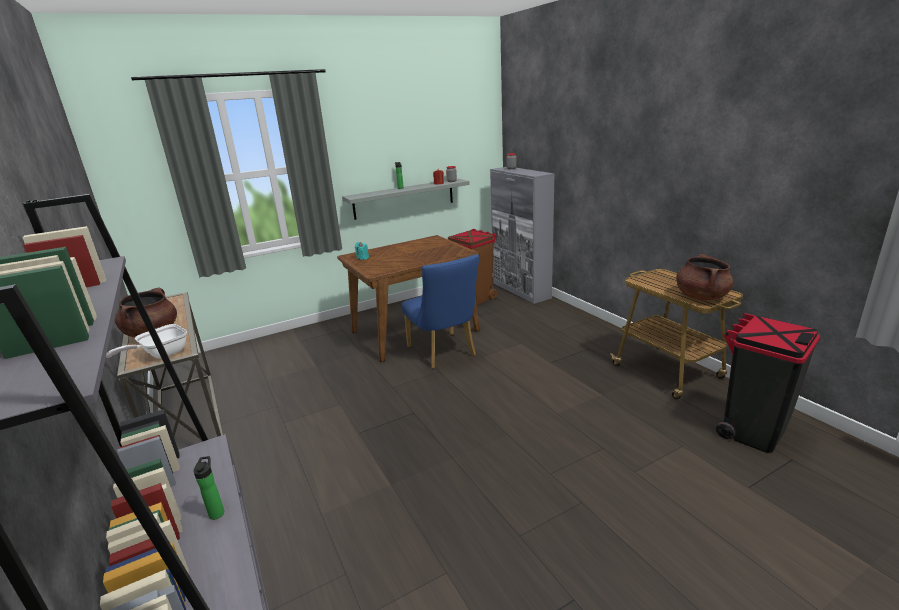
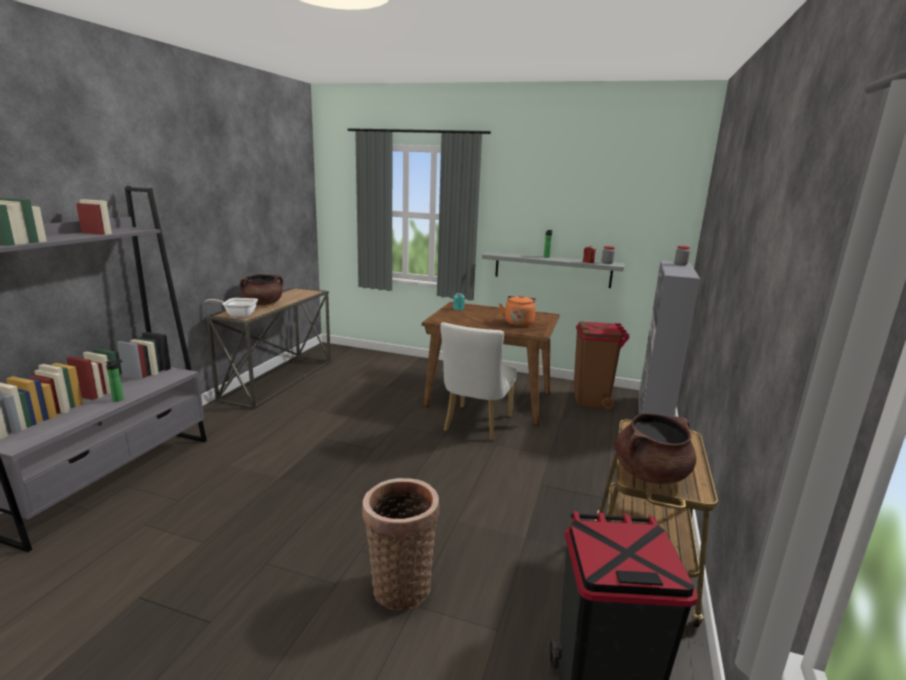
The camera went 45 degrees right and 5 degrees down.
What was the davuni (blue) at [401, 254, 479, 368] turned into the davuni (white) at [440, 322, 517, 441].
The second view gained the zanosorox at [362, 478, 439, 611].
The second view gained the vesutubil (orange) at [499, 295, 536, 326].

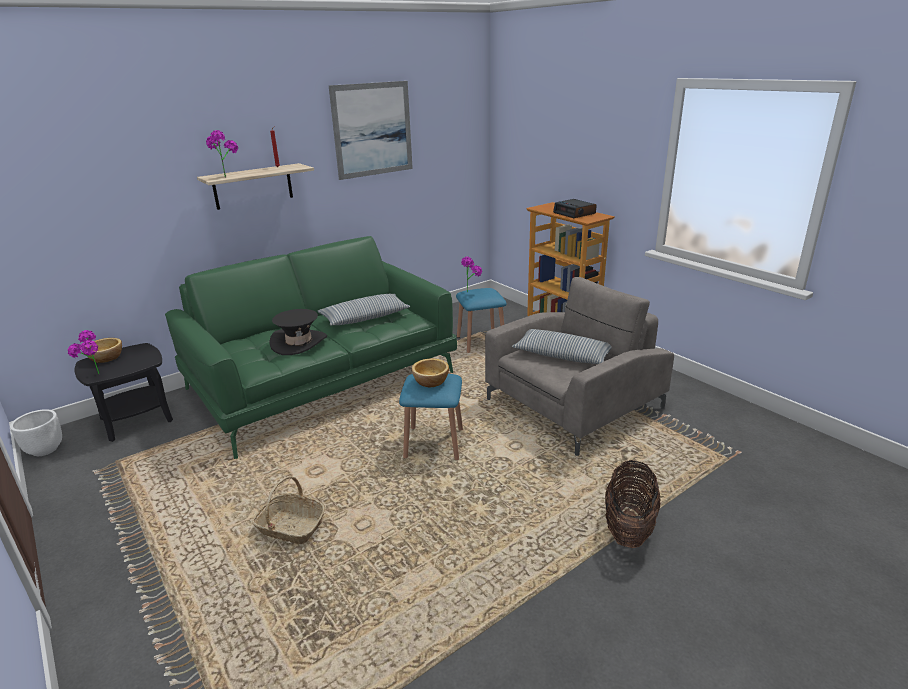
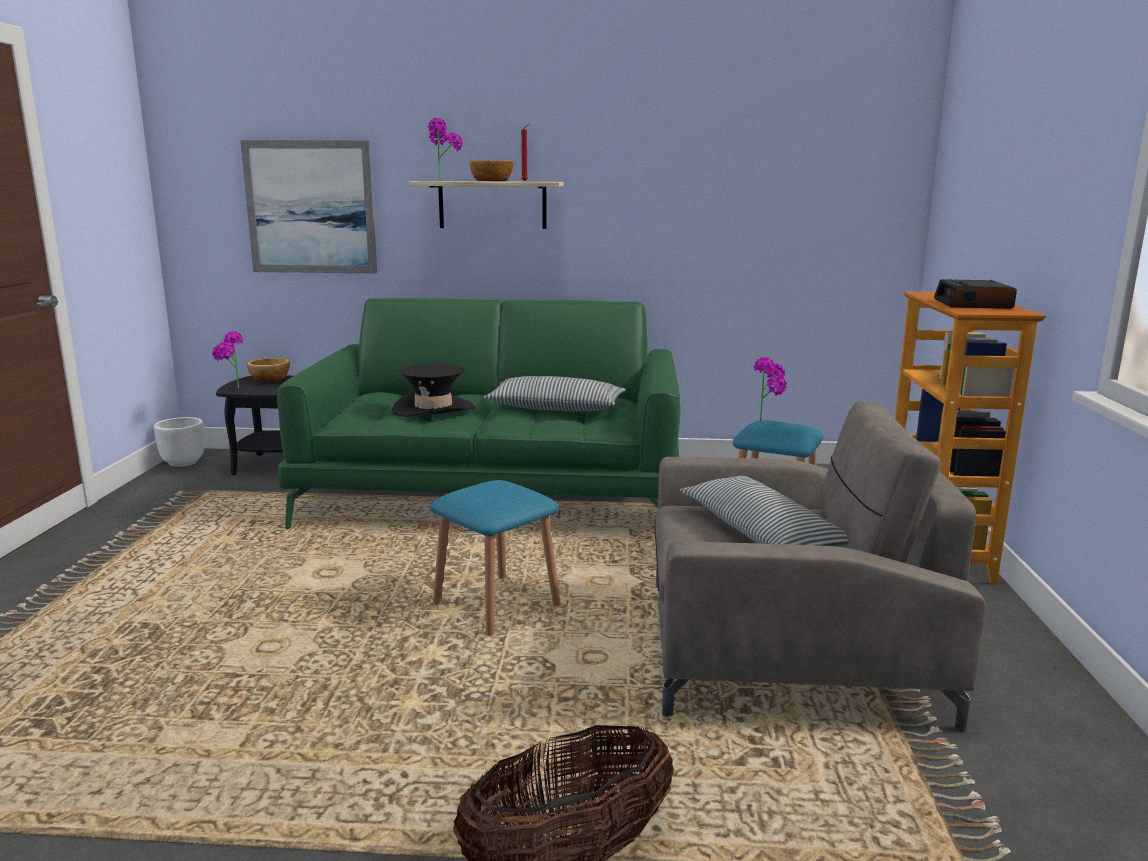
The camera went 40 degrees right and 10 degrees down.
The second view lost the zanosorox at [252, 476, 325, 544].
The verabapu ended up elsewhere, having gone from [329, 81, 413, 180] to [240, 140, 377, 273].
The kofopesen ended up elsewhere, having gone from [412, 359, 449, 387] to [469, 160, 514, 181].

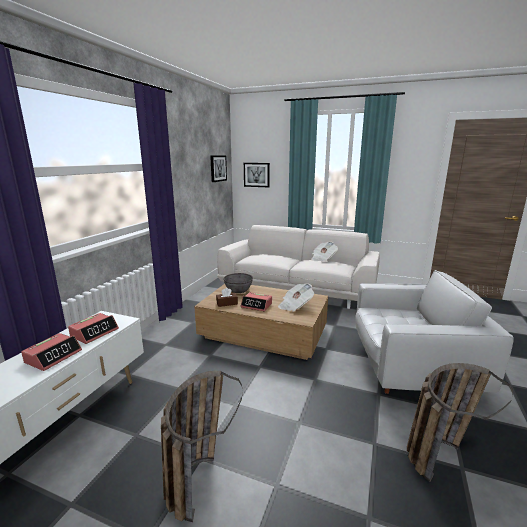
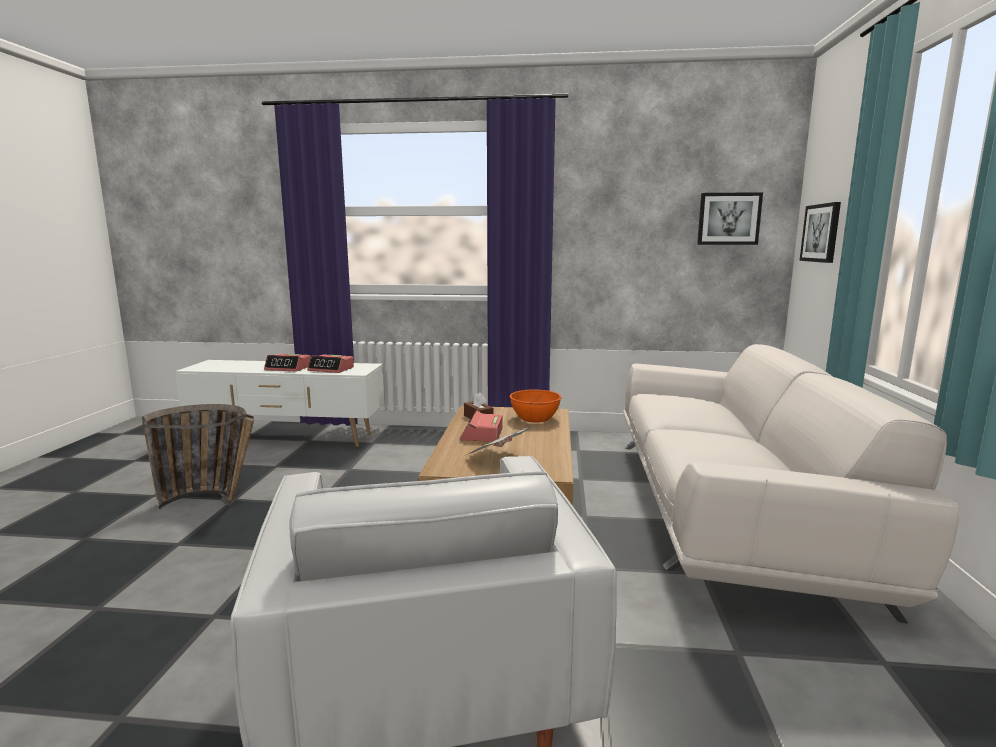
The camera went 75 degrees right and 5 degrees down.
What was the kofopesen (grey) at [223, 273, 253, 293] turned into the kofopesen (orange) at [510, 389, 562, 423].
The second view lost the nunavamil at [311, 242, 338, 261].
The second view lost the zanosorox at [407, 363, 513, 482].

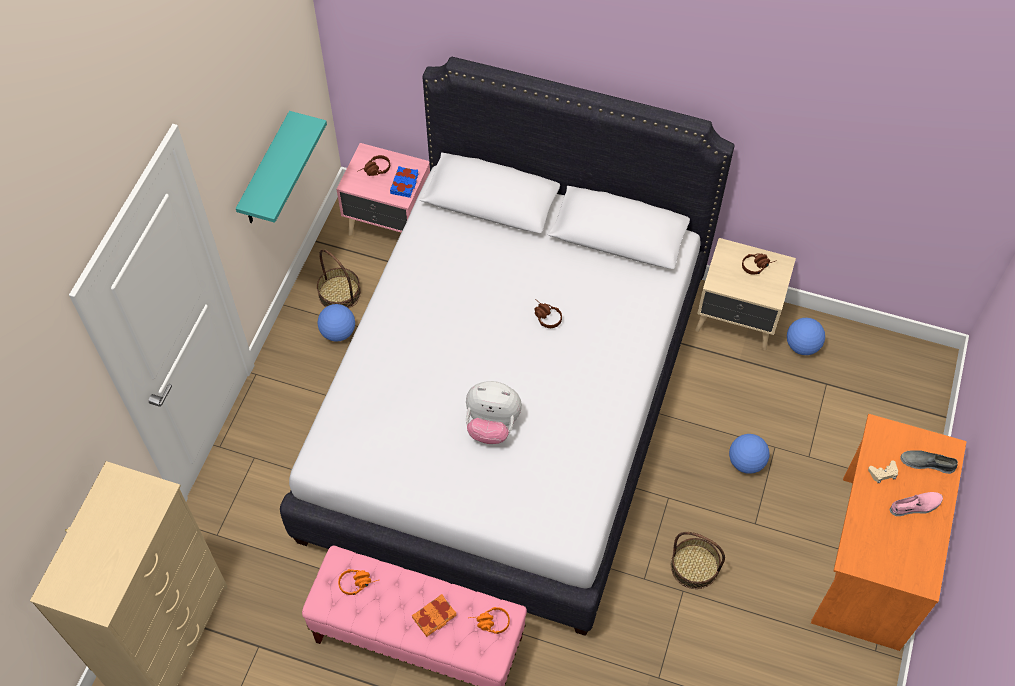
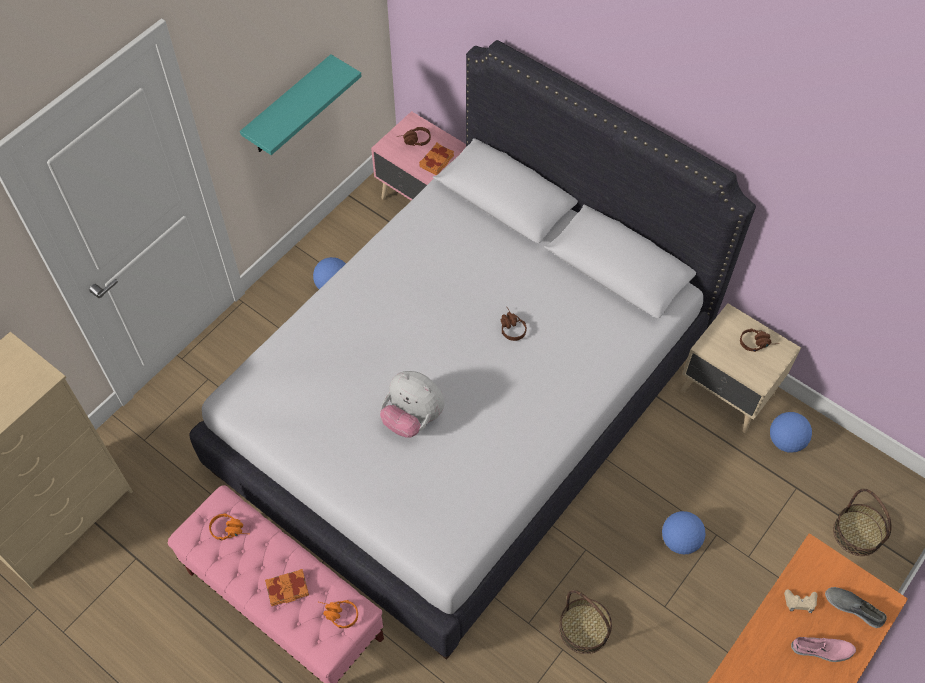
The camera went 20 degrees right and 0 degrees up.
The zanosorox ended up elsewhere, having gone from [317, 249, 361, 308] to [833, 488, 892, 556].
What was the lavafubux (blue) at [390, 166, 419, 198] turned into the lavafubux (orange) at [419, 143, 454, 175].

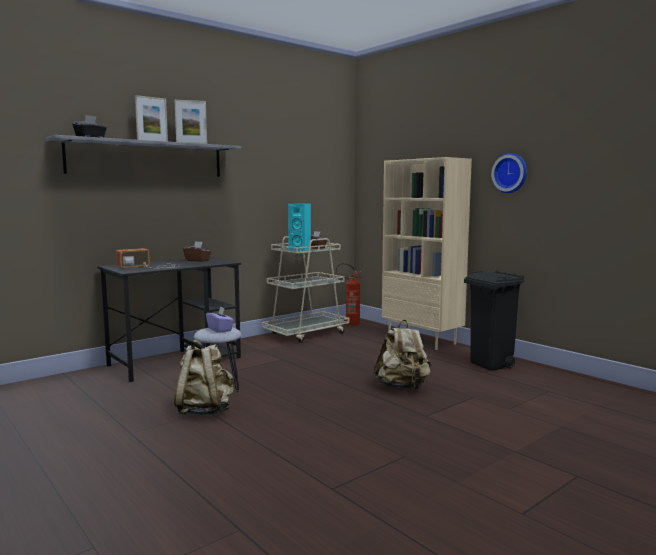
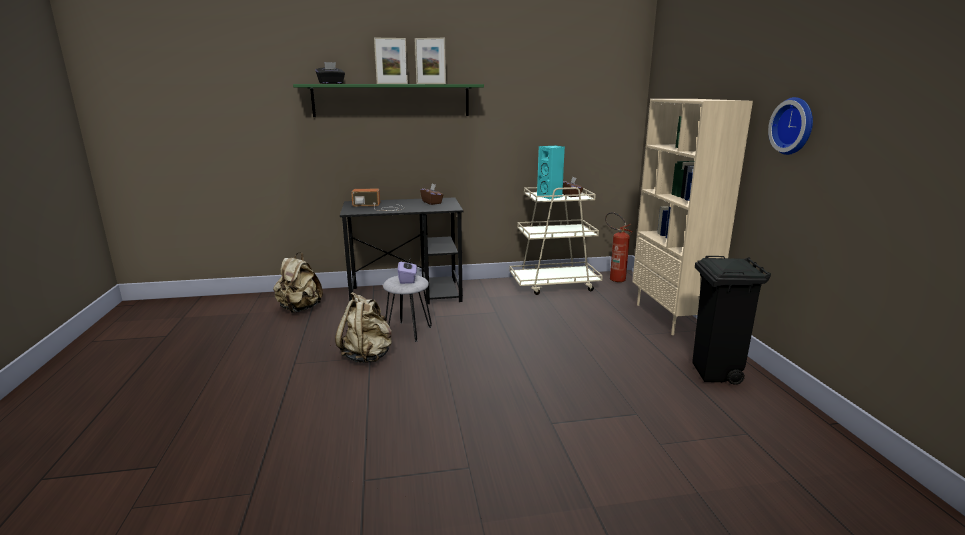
The camera went 30 degrees right and 10 degrees up.
What was the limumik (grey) at [47, 135, 241, 177] turned into the limumik (green) at [293, 84, 484, 117].
The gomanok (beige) ended up elsewhere, having gone from [373, 320, 431, 390] to [273, 252, 323, 313].

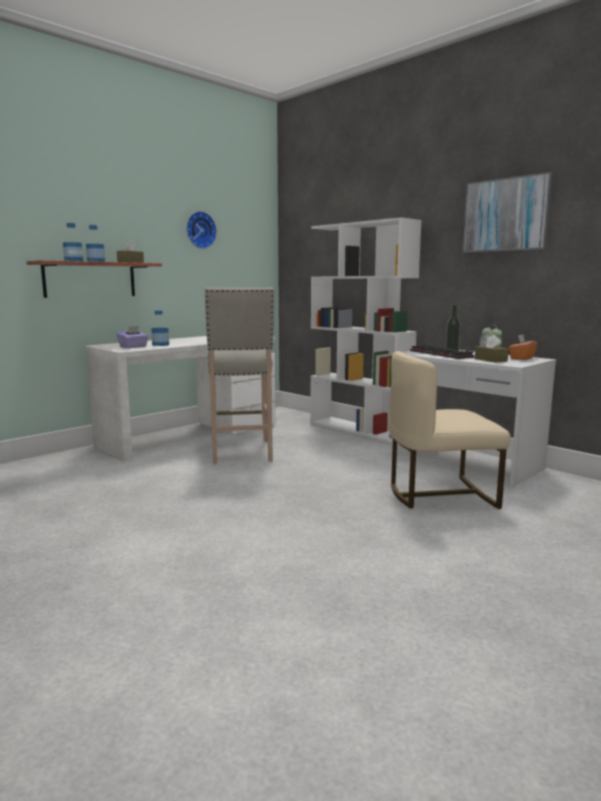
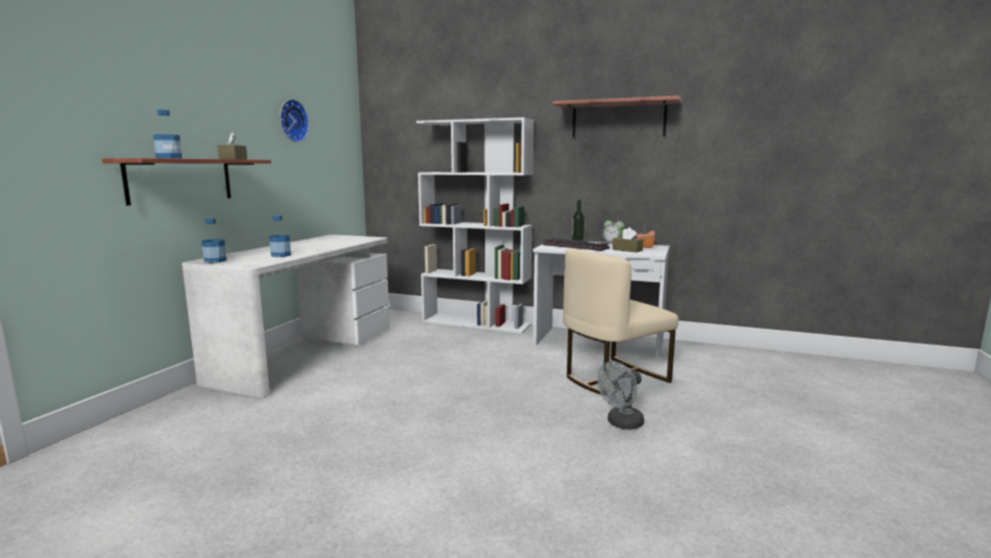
The camera went 25 degrees left and 0 degrees up.
The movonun ended up elsewhere, having gone from [86, 225, 105, 262] to [201, 218, 227, 263].
The second view lost the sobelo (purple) at [117, 326, 149, 348].
The second view lost the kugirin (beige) at [205, 287, 274, 464].
Where the verabapu hung at [463, 172, 553, 252], the limumik came to hang at [553, 96, 681, 138].
The second view gained the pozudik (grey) at [597, 361, 644, 429].

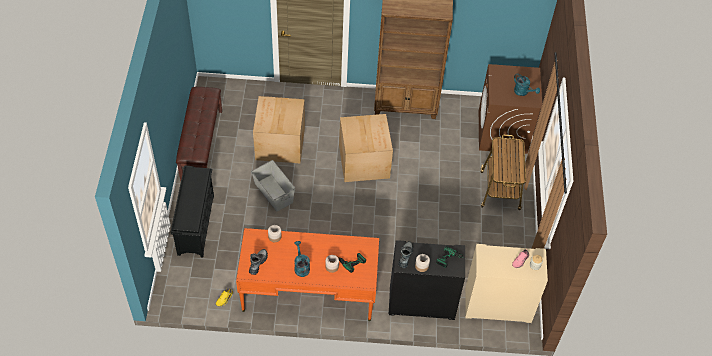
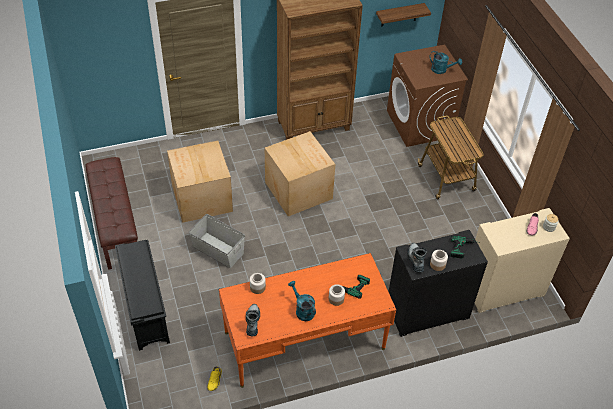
The camera went 20 degrees left and 5 degrees down.
The second view gained the limumik at [376, 3, 431, 26].

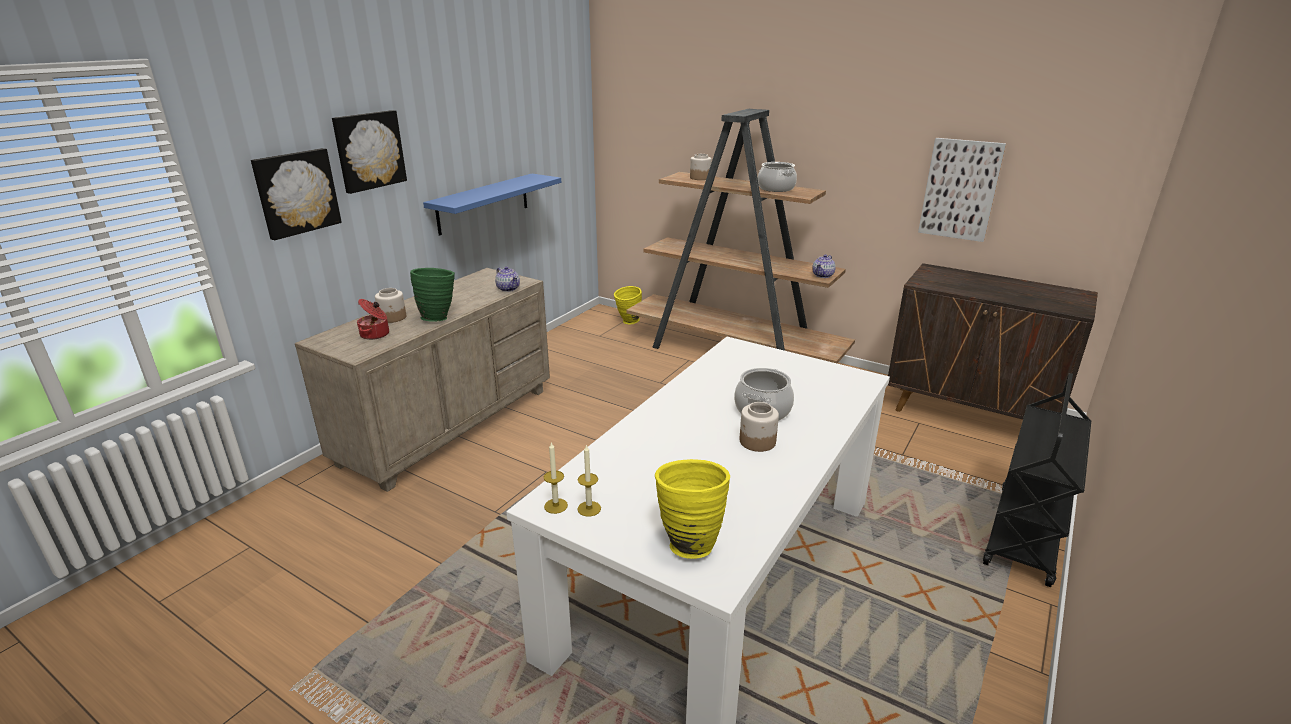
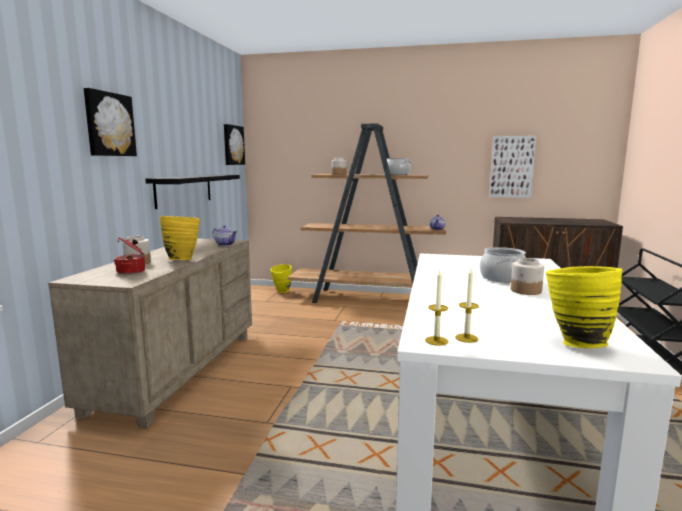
The camera went 20 degrees left and 15 degrees down.
The verabapu ended up elsewhere, having gone from [251, 148, 342, 240] to [224, 124, 245, 165].
What was the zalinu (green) at [410, 268, 455, 322] turned into the zalinu (yellow) at [160, 216, 200, 260].
What was the limumik (blue) at [423, 174, 561, 236] turned into the limumik (black) at [145, 175, 240, 209].

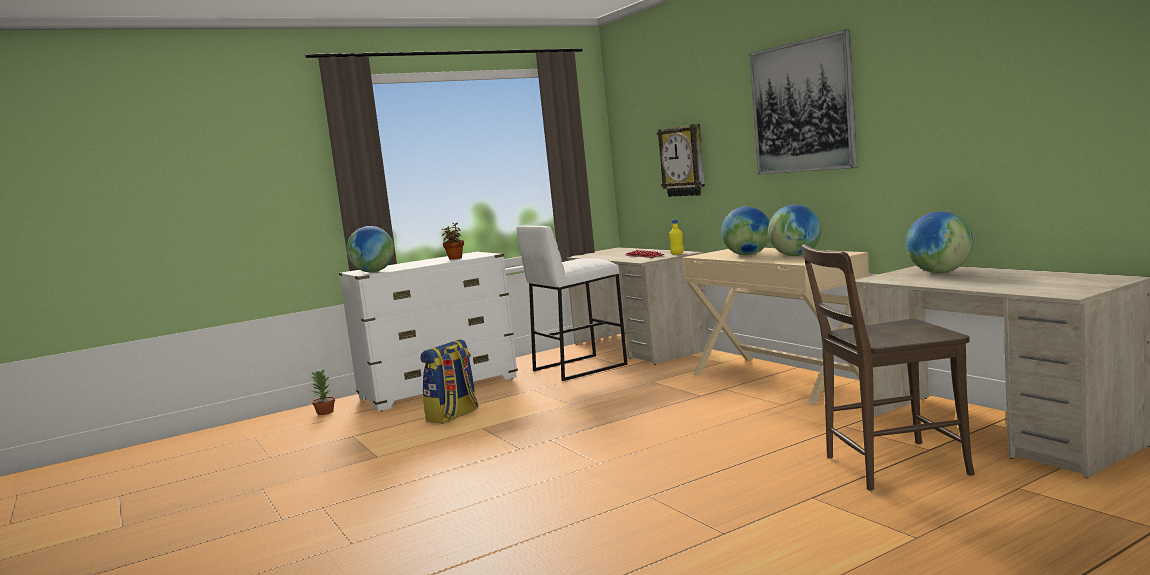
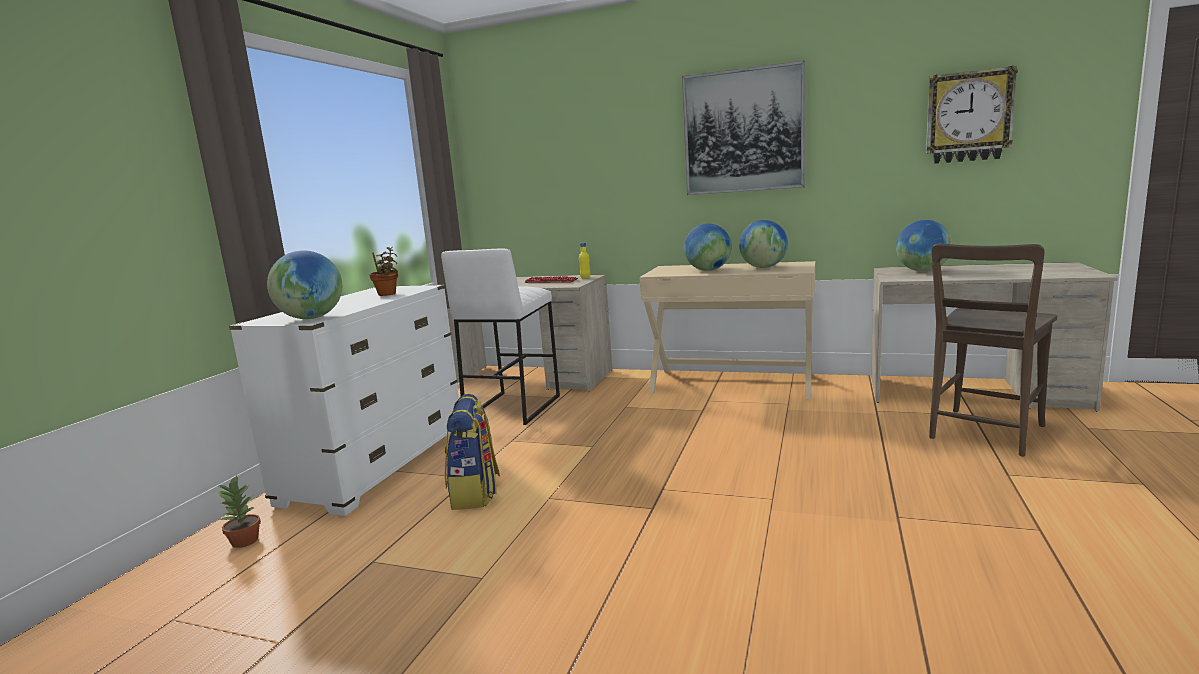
The camera went 40 degrees left and 5 degrees up.
The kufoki ended up elsewhere, having gone from [657, 124, 705, 197] to [926, 66, 1018, 164].

